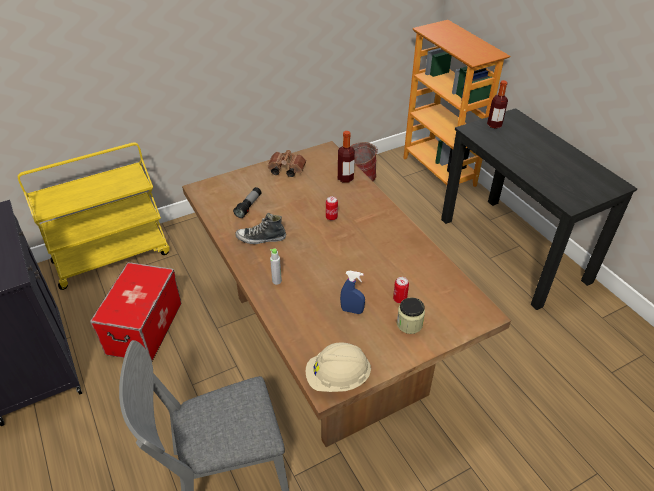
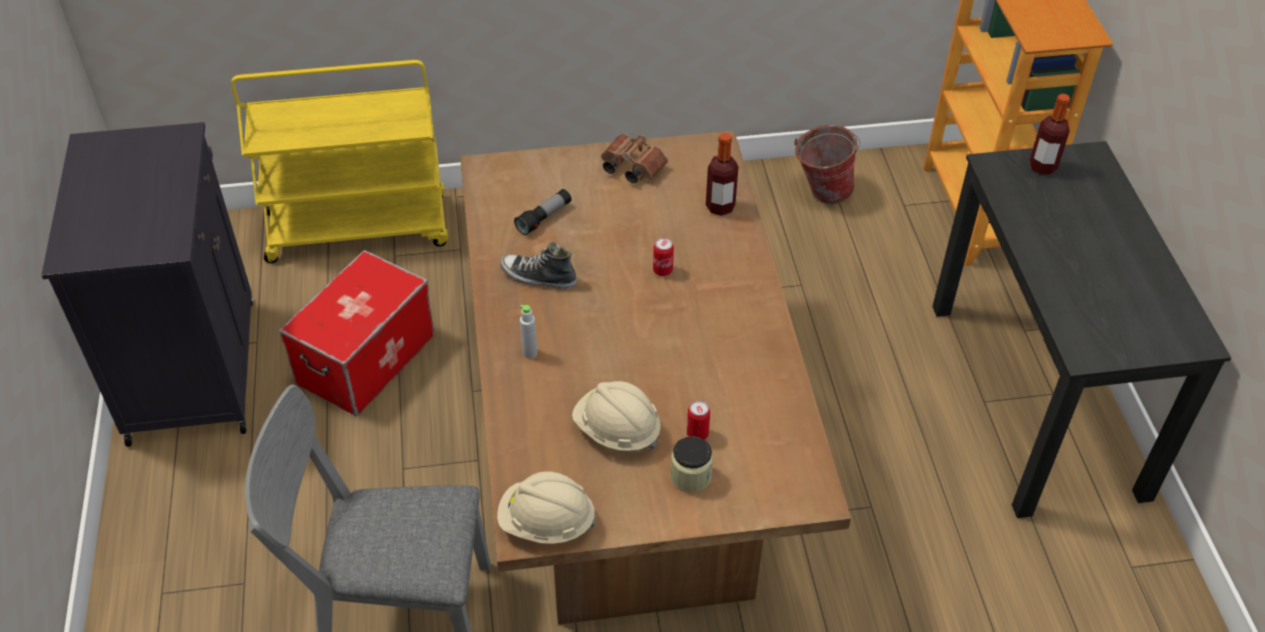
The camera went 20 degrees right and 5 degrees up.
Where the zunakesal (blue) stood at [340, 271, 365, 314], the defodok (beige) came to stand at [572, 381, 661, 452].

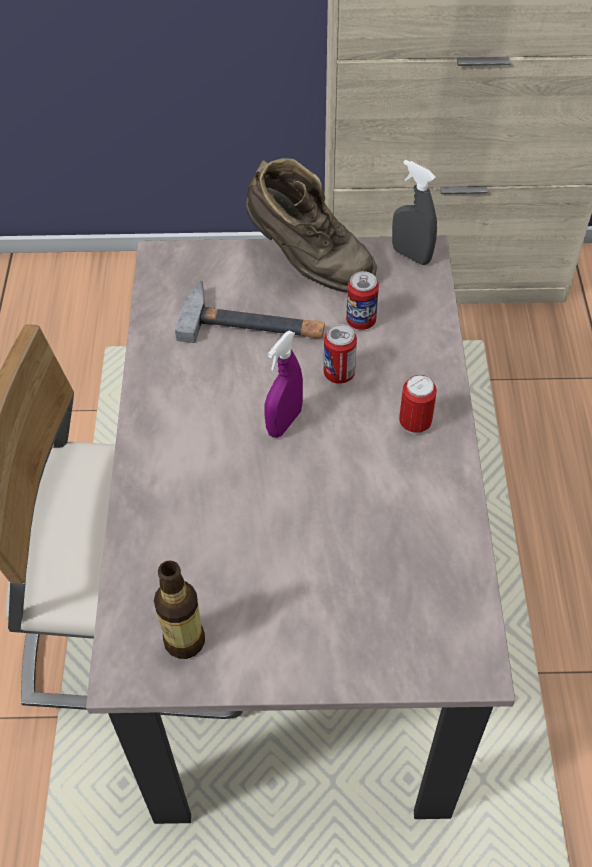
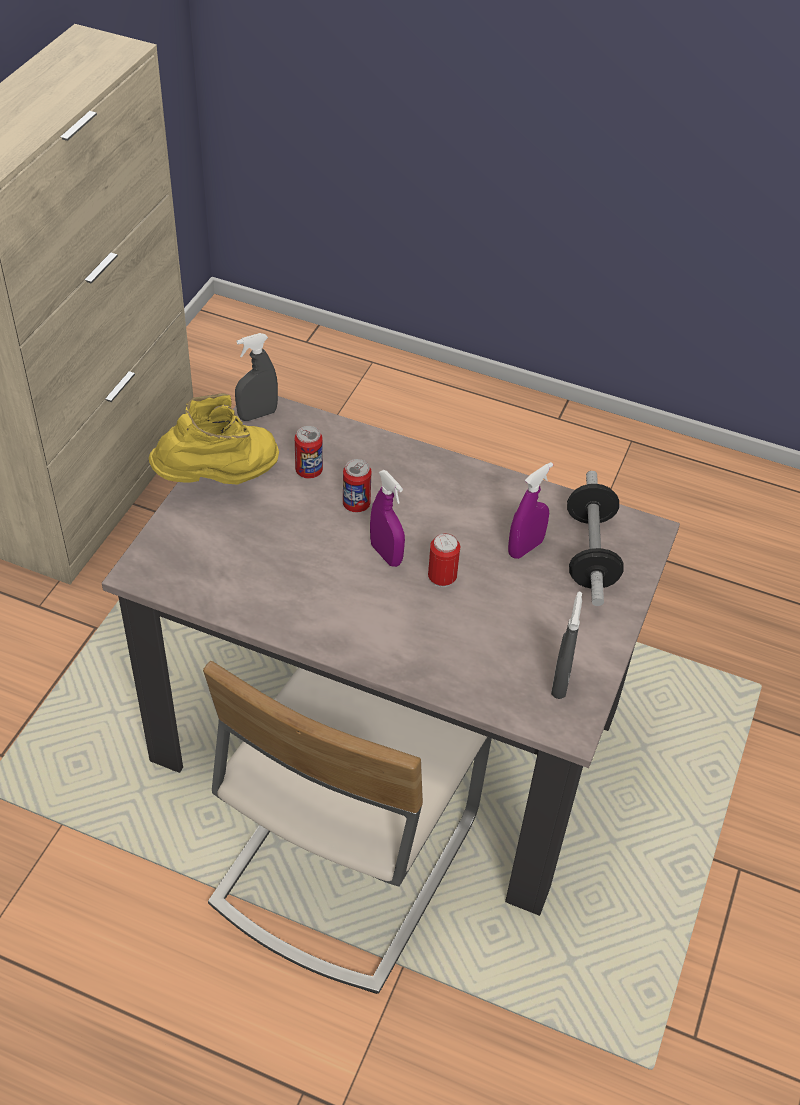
The camera went 70 degrees left and 5 degrees down.
Where the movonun stood at [154, 561, 205, 659], the zunakesal (grey) came to stand at [551, 592, 582, 699].
The second view lost the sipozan at [175, 280, 325, 343].
What was the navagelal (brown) at [246, 158, 377, 292] turned into the navagelal (yellow) at [149, 393, 279, 485].
The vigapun ended up elsewhere, having gone from [399, 375, 437, 434] to [428, 533, 460, 587].
The second view gained the zunakesal (purple) at [508, 462, 553, 559].
The second view gained the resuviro at [567, 471, 624, 606].

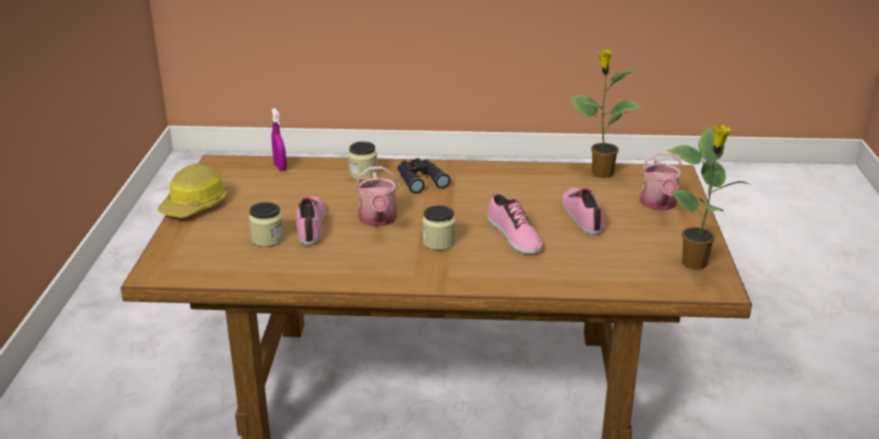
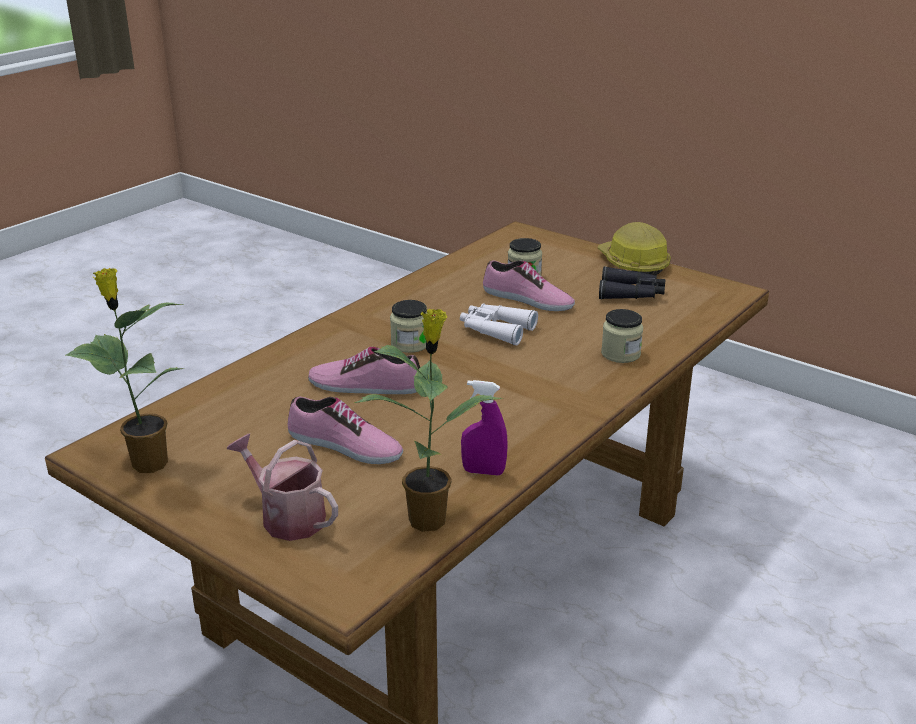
The camera went 125 degrees right and 0 degrees up.
The zunakesal (purple) ended up elsewhere, having gone from [272, 108, 287, 171] to [461, 380, 508, 475].
Where the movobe stood at [355, 166, 398, 227], the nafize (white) came to stand at [460, 303, 538, 345].
The nafize (black) ended up elsewhere, having gone from [397, 158, 450, 194] to [599, 267, 666, 299].

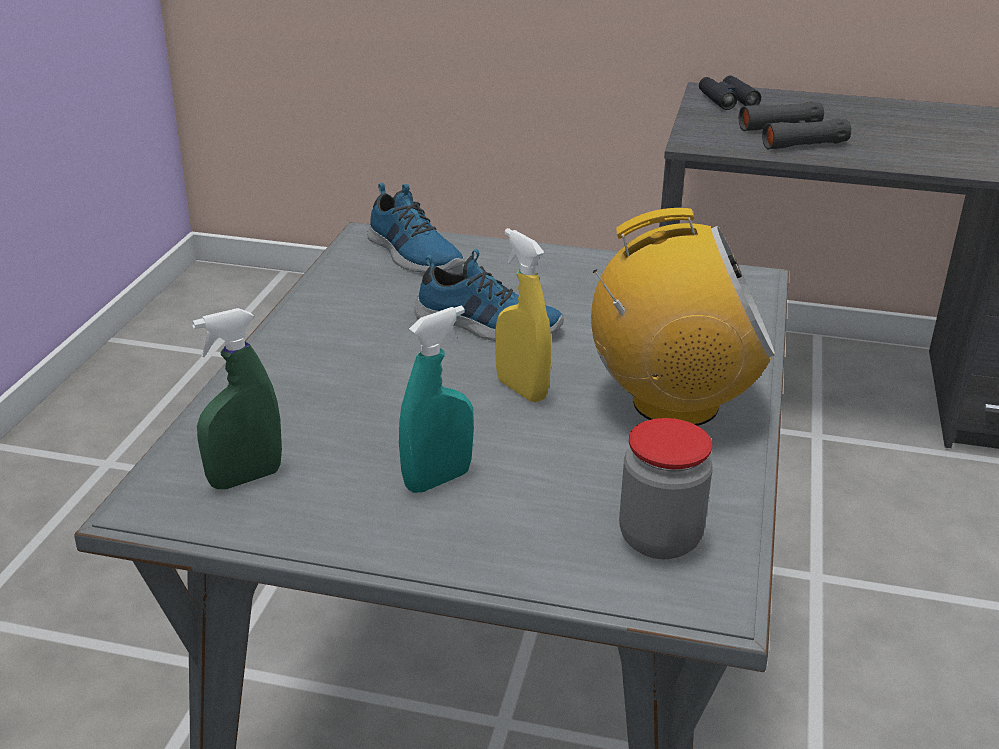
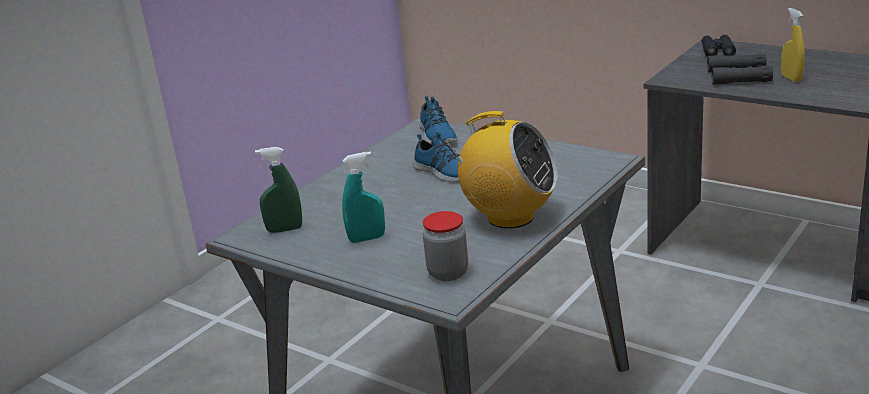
The camera went 25 degrees right and 5 degrees down.
The zunakesal (yellow) ended up elsewhere, having gone from [495, 228, 551, 402] to [781, 8, 805, 82].

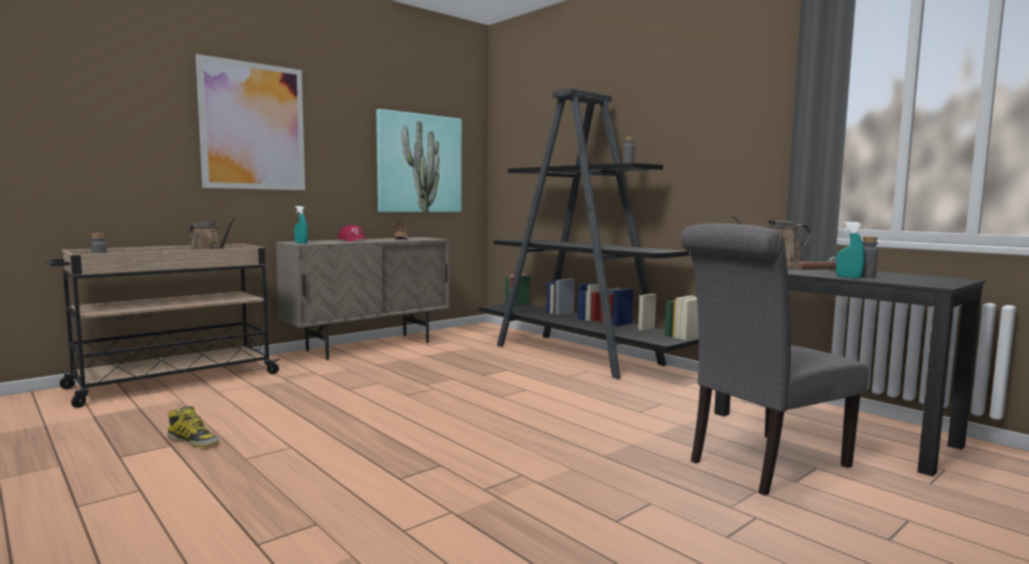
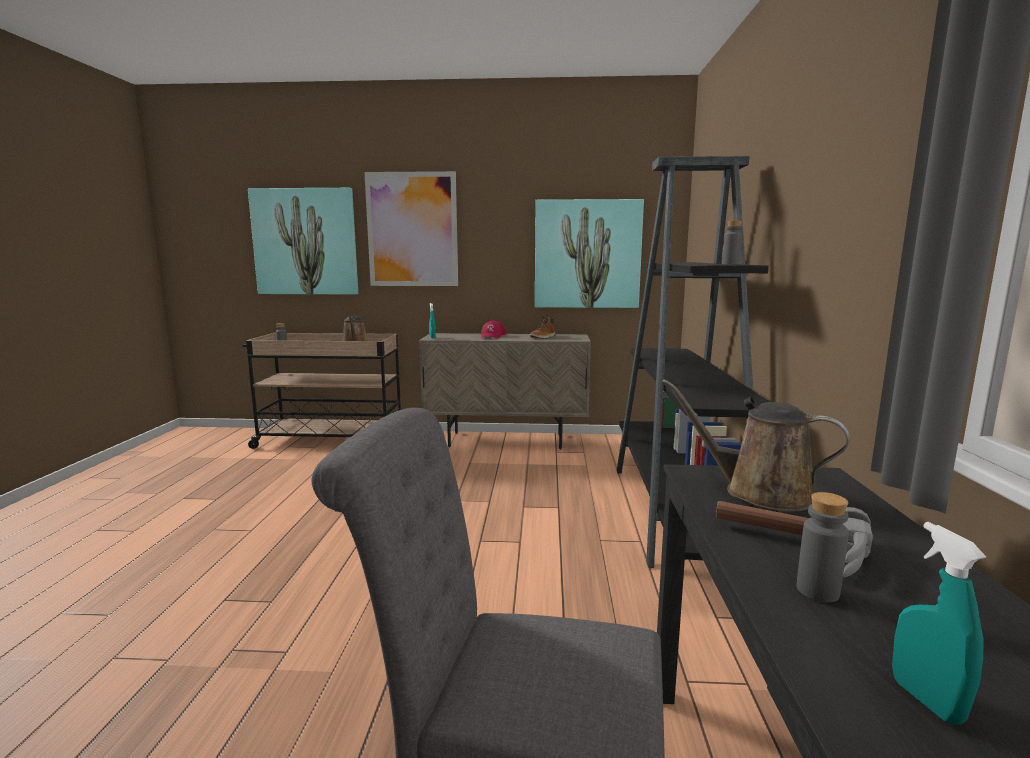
The camera went 45 degrees right and 5 degrees up.
The second view lost the navagelal at [167, 406, 219, 447].
The zunakesal (turquoise) ended up elsewhere, having gone from [836, 222, 865, 279] to [892, 522, 986, 725].
The second view gained the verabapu at [248, 188, 358, 295].

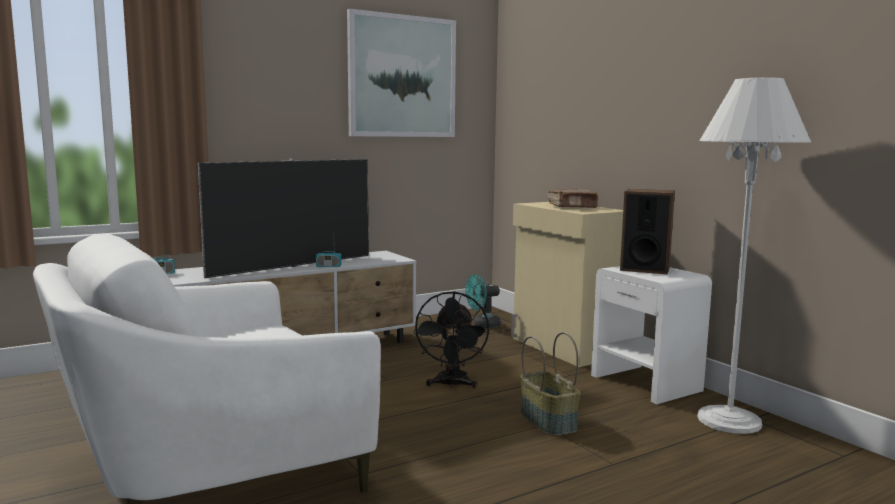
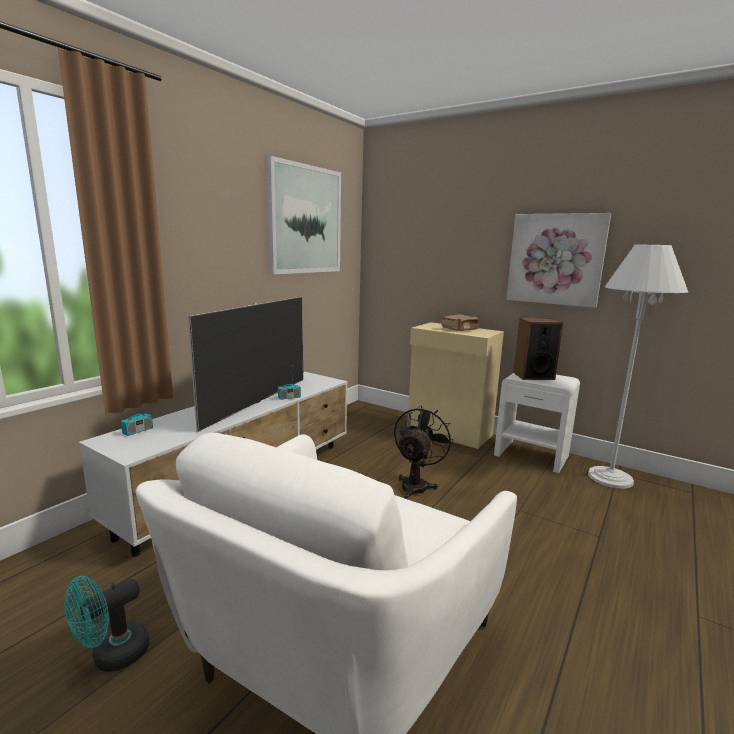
The camera went 25 degrees left and 5 degrees up.
The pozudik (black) at [413, 291, 489, 388] ended up facing another way, 135 degrees counterclockwise from before.
The pozudik (turquoise) ended up elsewhere, having gone from [465, 274, 501, 328] to [64, 576, 149, 672].
The second view lost the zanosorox at [520, 332, 581, 436].
The second view gained the verabapu at [506, 213, 611, 308].

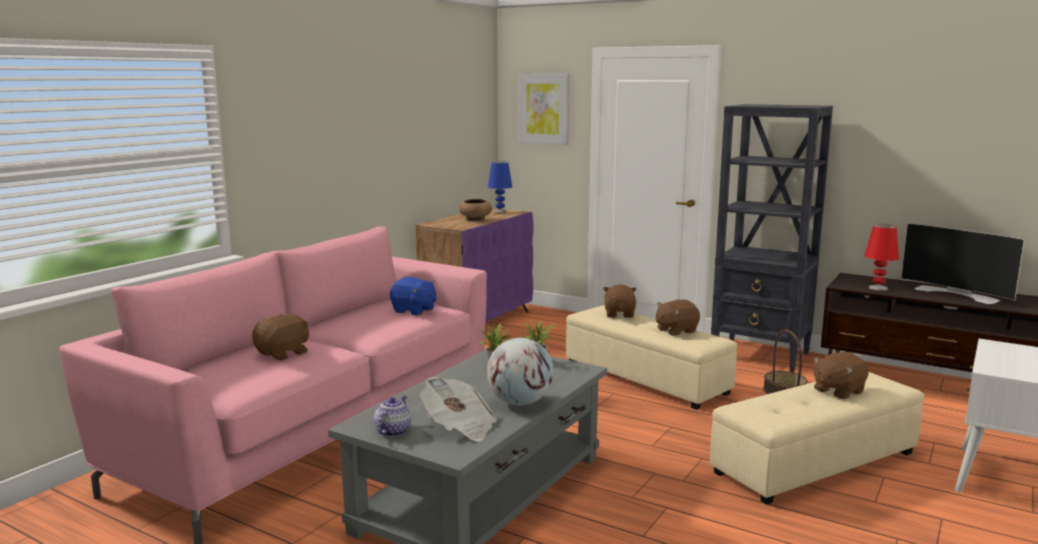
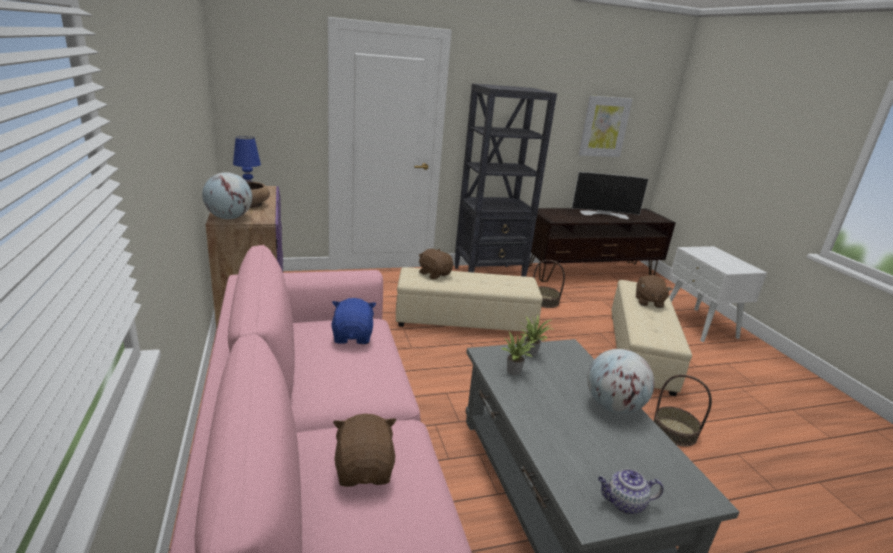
The camera went 50 degrees left and 10 degrees up.
The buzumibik at [374, 396, 411, 437] ended up facing another way, 60 degrees counterclockwise from before.
The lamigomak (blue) at [390, 277, 437, 316] ended up facing another way, 75 degrees counterclockwise from before.
The second view lost the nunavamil at [420, 377, 497, 441].
The verabapu ended up elsewhere, having gone from [519, 73, 569, 145] to [579, 95, 632, 157].
The second view lost the lamigomak (brown) at [656, 299, 700, 336].
The second view lost the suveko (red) at [865, 224, 899, 291].
The second view gained the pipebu at [202, 172, 252, 219].
The second view gained the zanosorox at [654, 374, 712, 447].

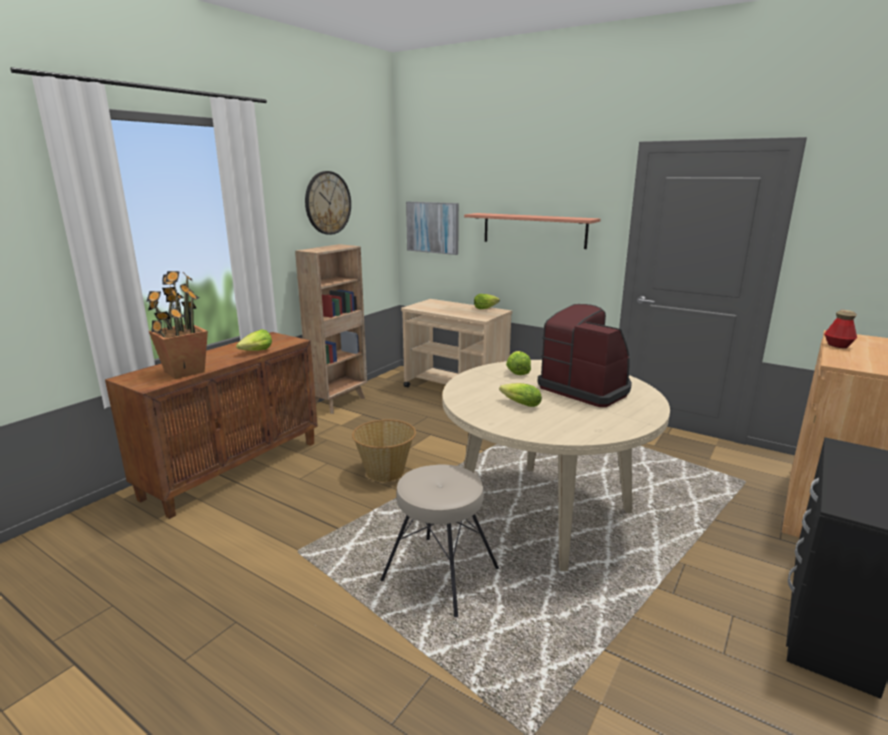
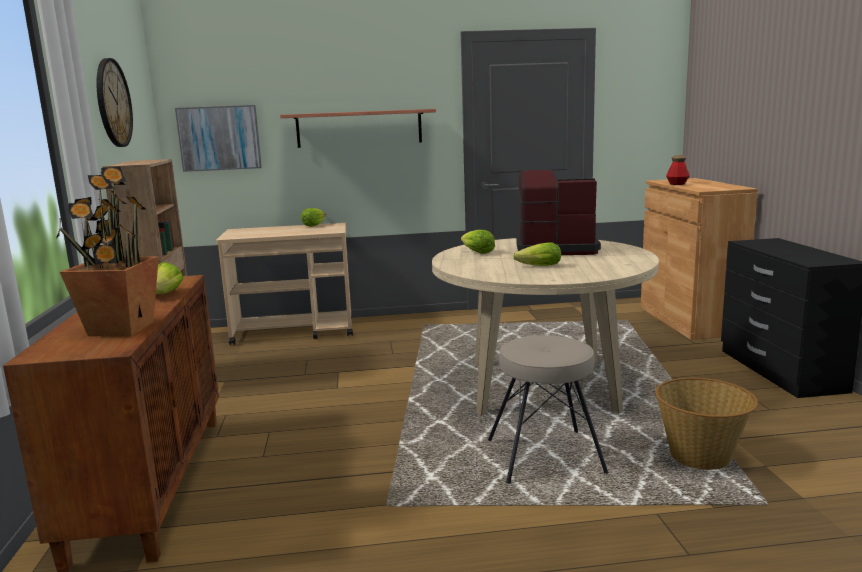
The camera went 40 degrees left and 5 degrees down.
The zanosorox ended up elsewhere, having gone from [352, 419, 416, 482] to [655, 378, 758, 470].

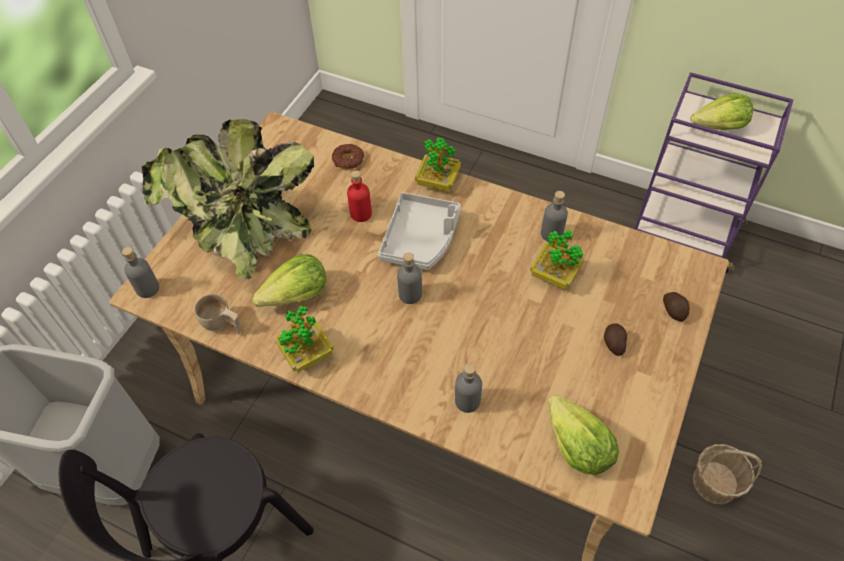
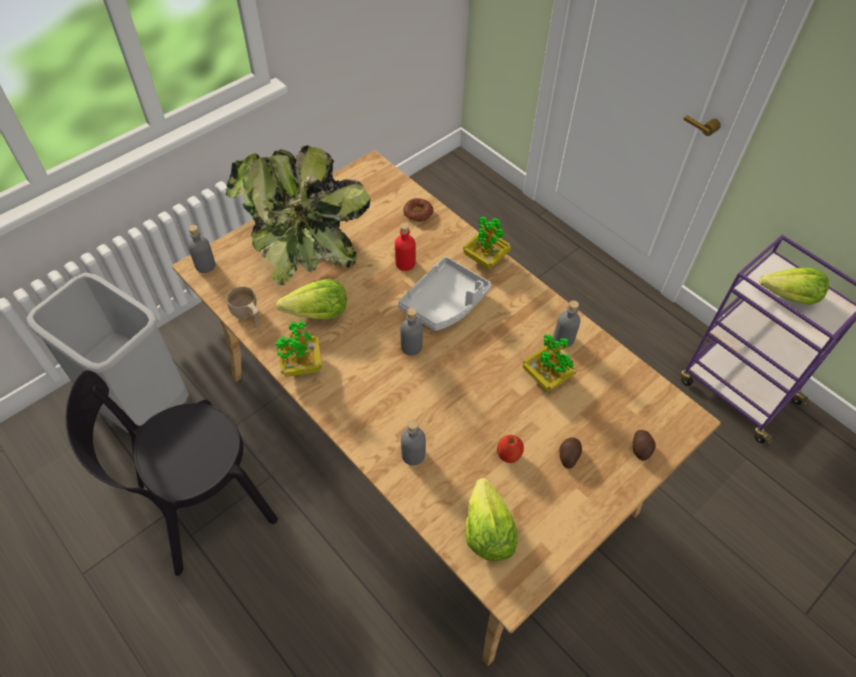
The camera went 20 degrees right and 0 degrees up.
The second view lost the zanosorox at [693, 444, 762, 504].
The second view gained the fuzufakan at [497, 435, 524, 463].

